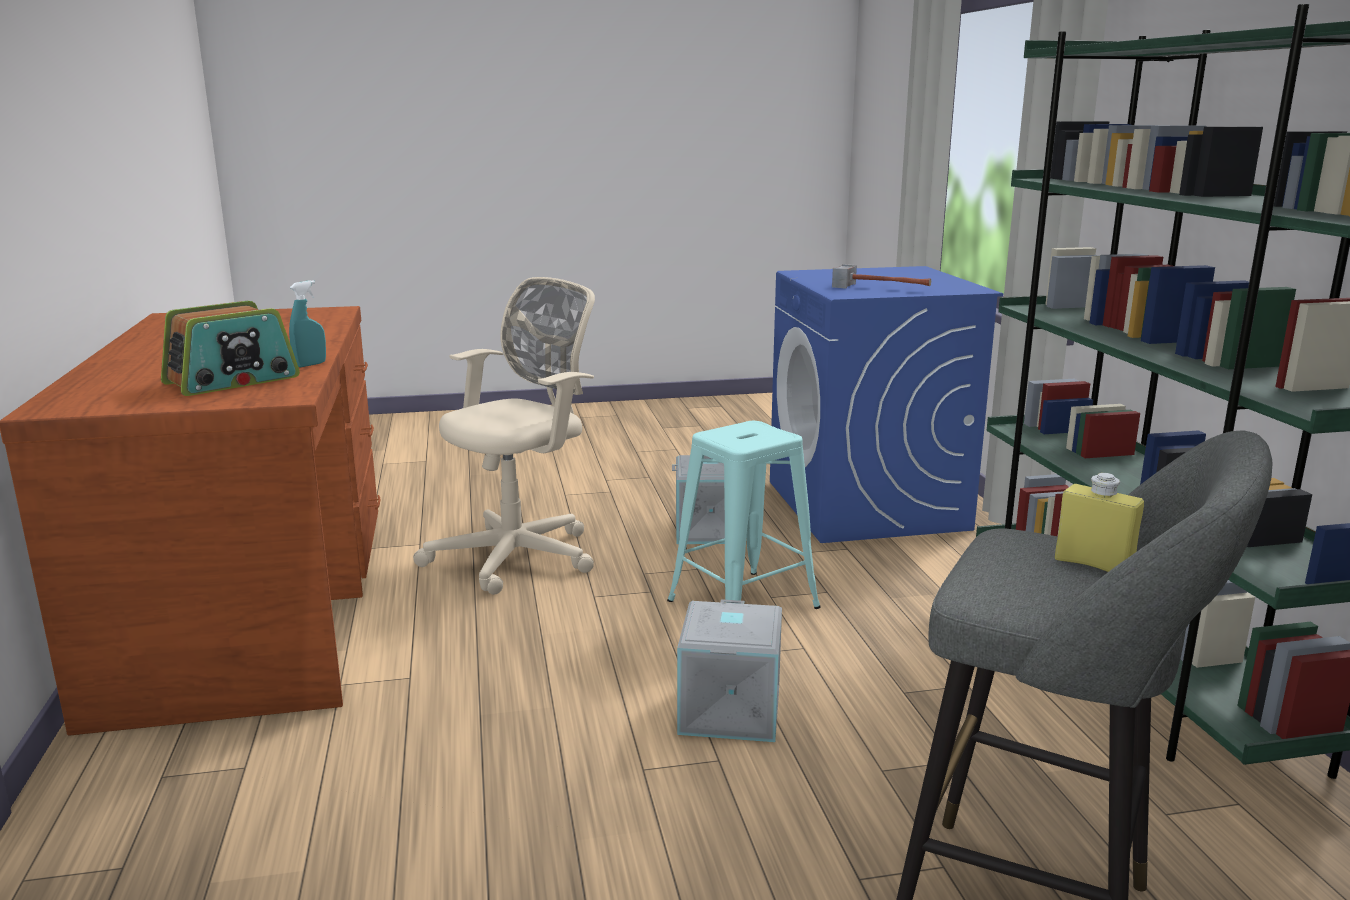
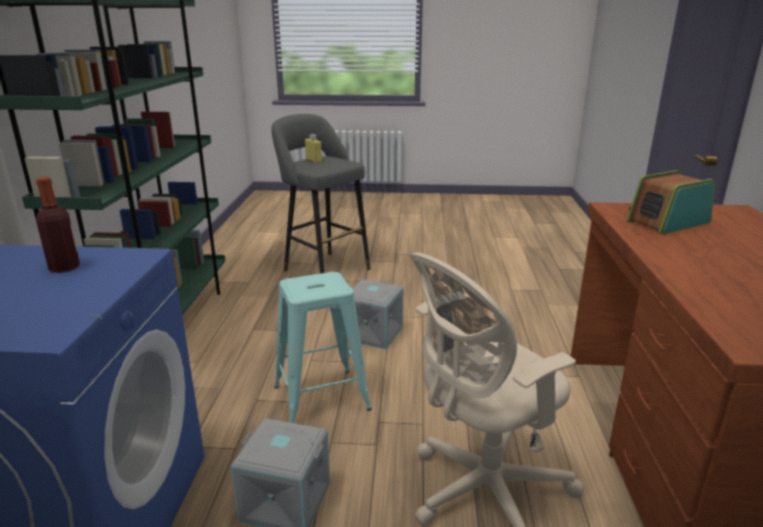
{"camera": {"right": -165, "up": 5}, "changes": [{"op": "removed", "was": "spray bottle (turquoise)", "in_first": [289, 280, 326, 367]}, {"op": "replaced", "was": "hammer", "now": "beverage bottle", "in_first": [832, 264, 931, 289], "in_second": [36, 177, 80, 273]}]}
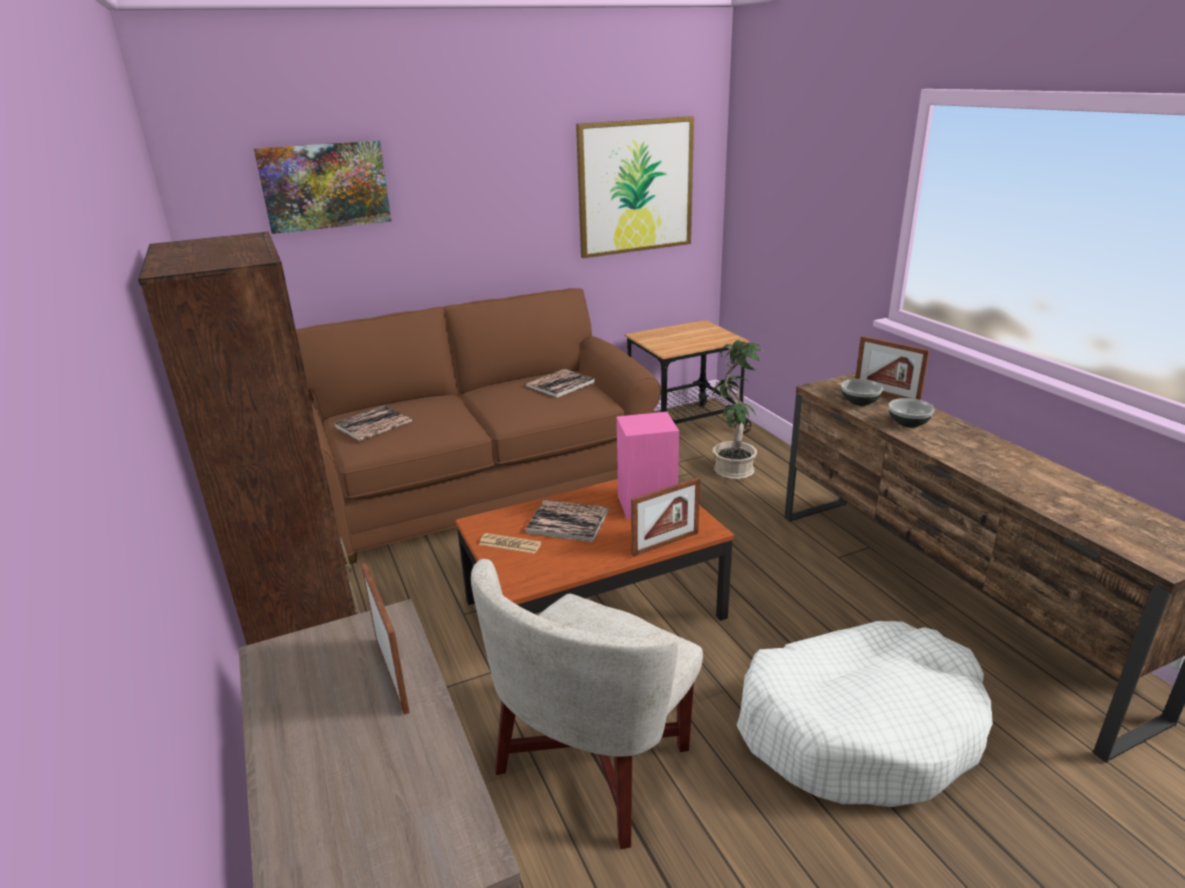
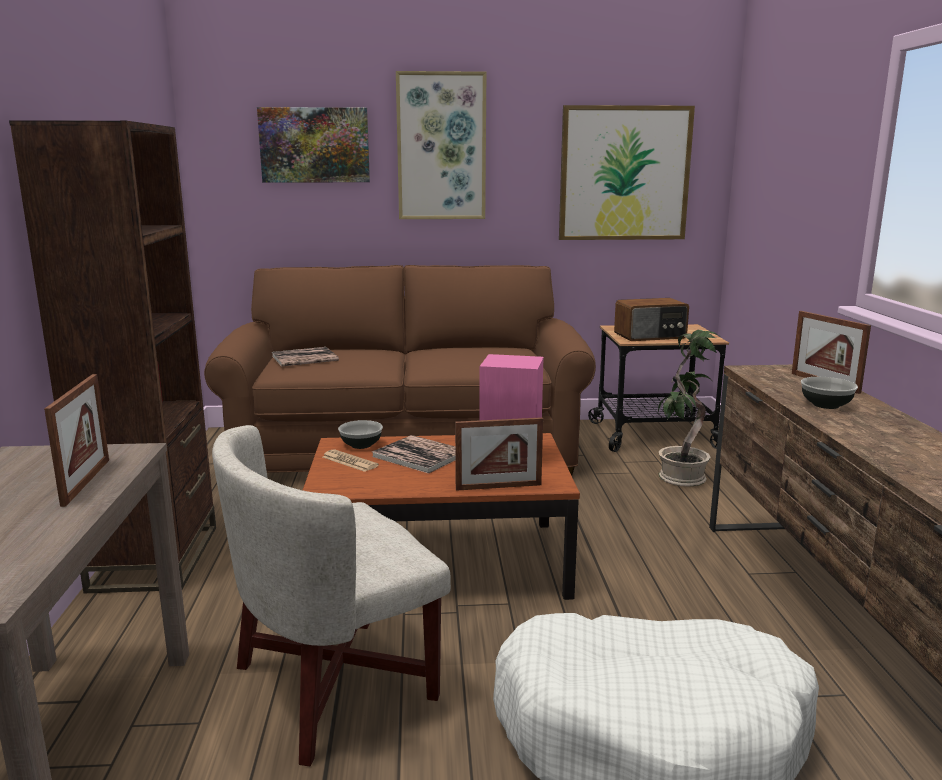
{"camera": {"right": 20, "up": -10}, "changes": [{"op": "removed", "was": "bound book", "in_first": [525, 369, 595, 398]}, {"op": "moved", "was": "bowl", "in_first": [841, 379, 884, 406], "in_second": [338, 420, 383, 449]}, {"op": "added", "now": "wall picture", "in_second": [396, 71, 487, 219]}, {"op": "added", "now": "radio", "in_second": [614, 298, 689, 341]}]}
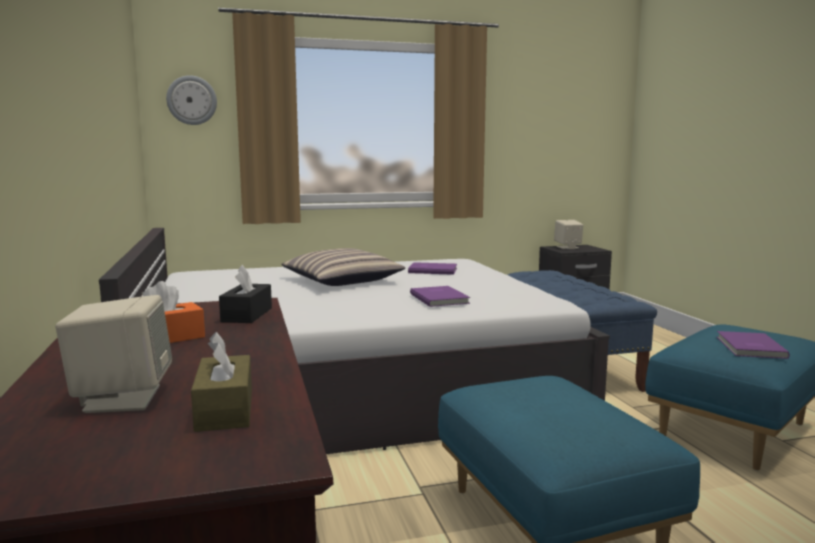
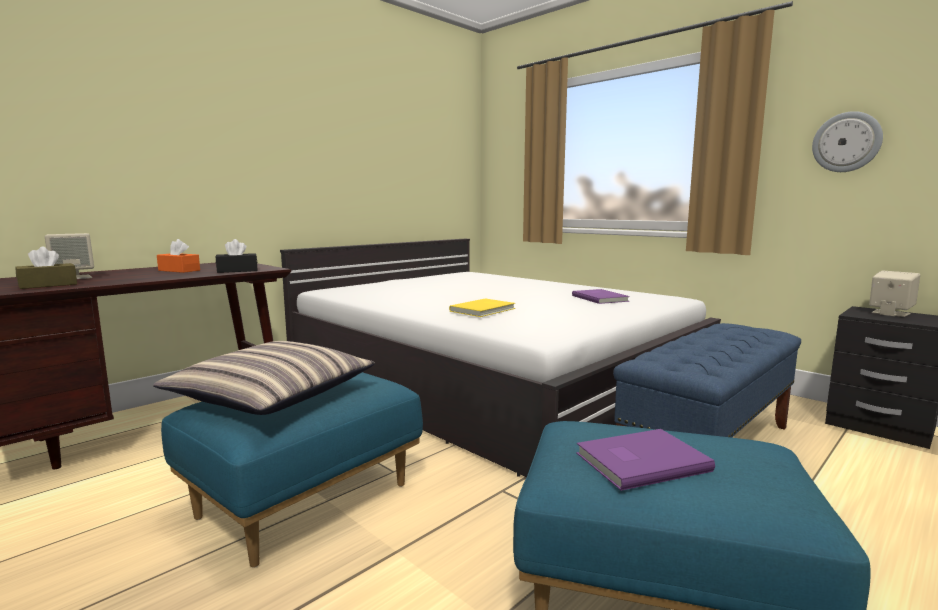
{"camera": {"right": 60, "up": 0}, "changes": [{"op": "moved", "was": "wall clock", "in_first": [166, 75, 217, 125], "in_second": [812, 111, 883, 172]}, {"op": "moved", "was": "cushion", "in_first": [282, 248, 405, 286], "in_second": [153, 341, 375, 415]}, {"op": "recoloured", "was": "bound book (purple)", "now": "bound book (yellow)", "in_first": [410, 286, 470, 307], "in_second": [449, 298, 515, 317]}]}
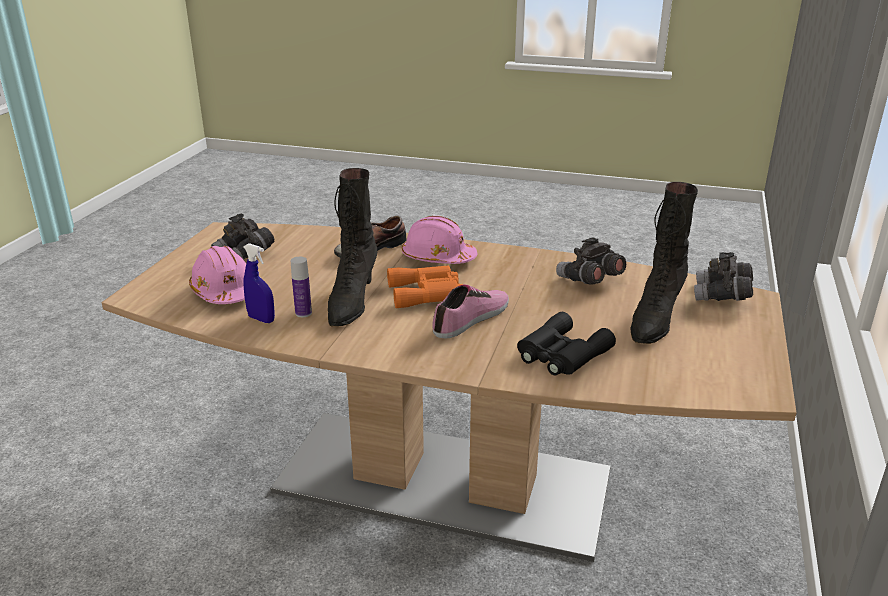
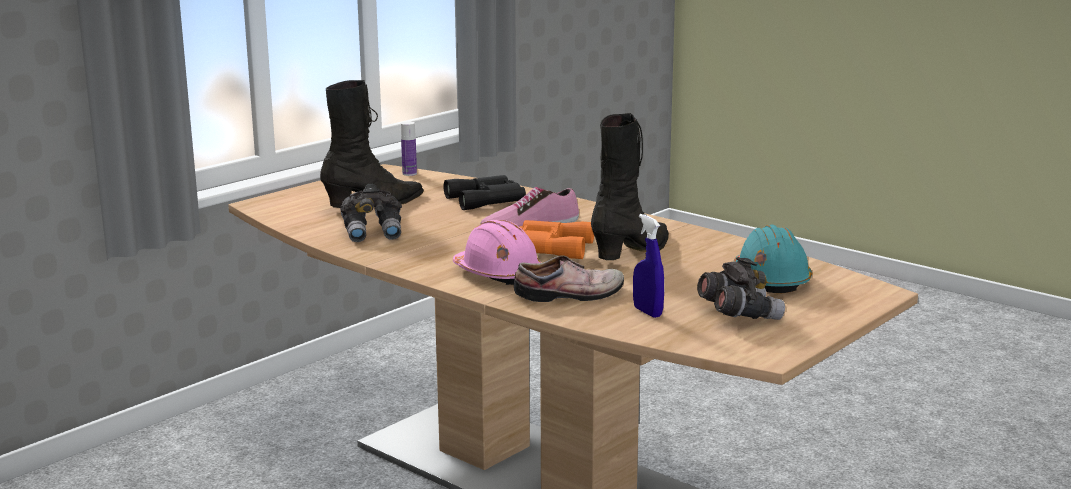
{"camera": {"right": -155, "up": -10}, "changes": [{"op": "recoloured", "was": "hard hat (pinkish)", "now": "hard hat (turquoise)", "in_first": [189, 246, 246, 304], "in_second": [734, 225, 812, 293]}, {"op": "moved", "was": "spray bottle (bluish)", "in_first": [244, 243, 275, 323], "in_second": [633, 214, 664, 318]}, {"op": "moved", "was": "beverage bottle", "in_first": [291, 257, 312, 317], "in_second": [401, 122, 417, 176]}, {"op": "removed", "was": "binoculars (grey)", "in_first": [694, 252, 753, 301]}]}
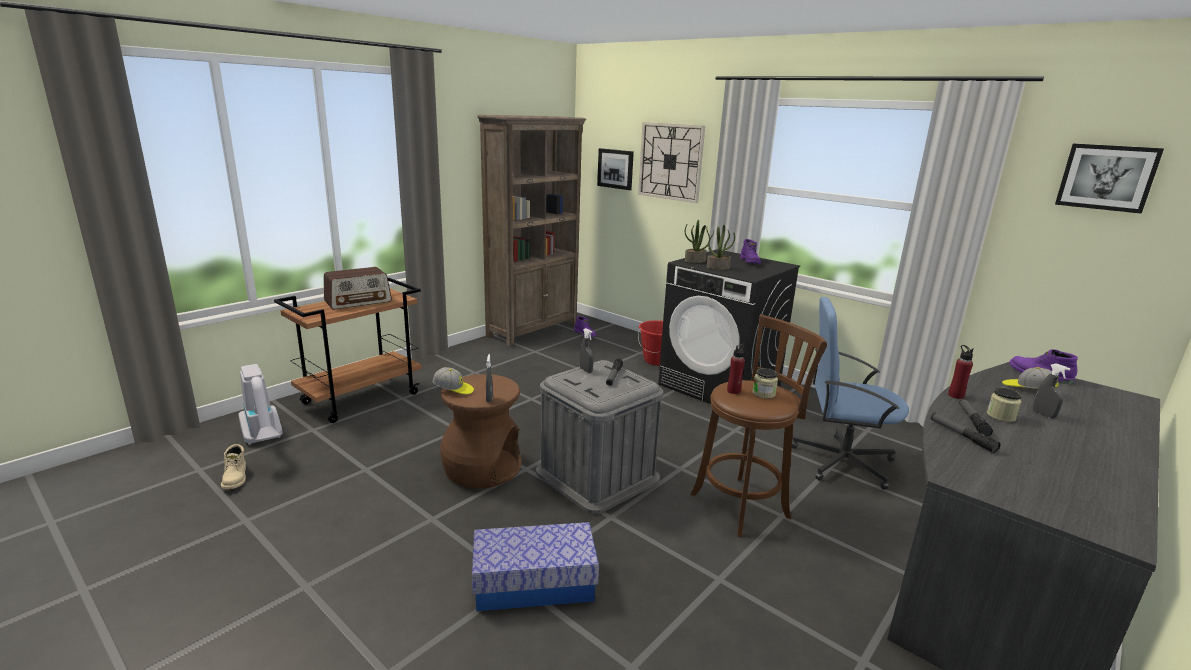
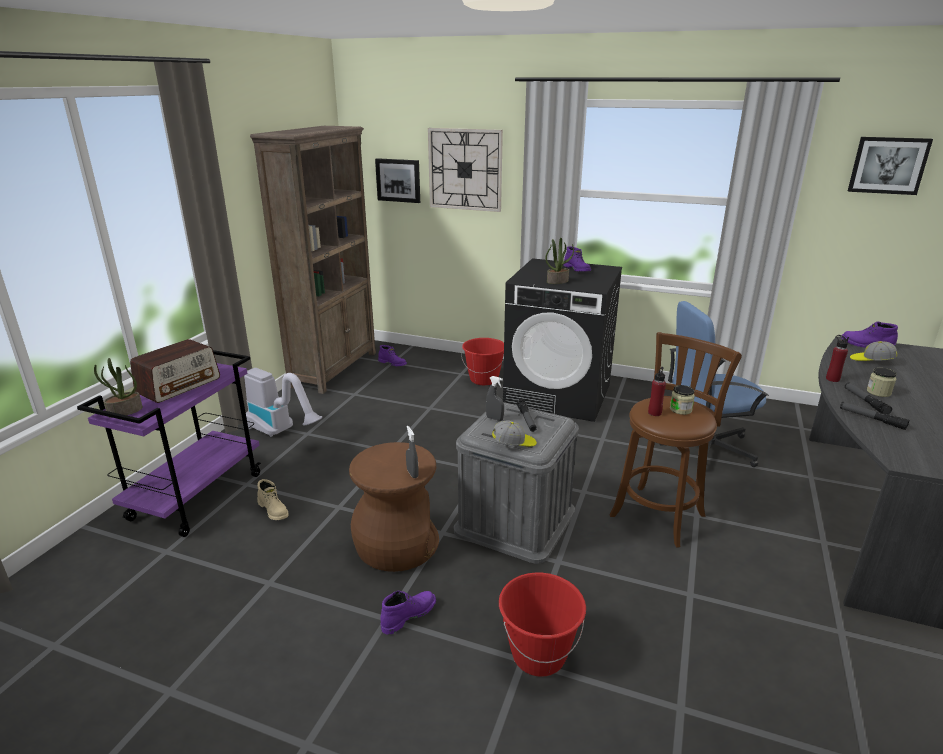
{"camera": {"right": -20, "up": 5}, "changes": [{"op": "moved", "was": "boot (beige)", "in_first": [221, 444, 246, 489], "in_second": [257, 479, 288, 520]}, {"op": "moved", "was": "vacuum cleaner", "in_first": [238, 364, 283, 445], "in_second": [244, 368, 322, 437]}, {"op": "recoloured", "was": "trolley (brown-coloured)", "now": "trolley (purple)", "in_first": [274, 278, 422, 423], "in_second": [77, 350, 261, 537]}, {"op": "moved", "was": "baseball cap", "in_first": [432, 367, 474, 394], "in_second": [492, 421, 537, 447]}, {"op": "replaced", "was": "storage container", "now": "pail (reddish)", "in_first": [472, 522, 599, 611], "in_second": [499, 573, 586, 677]}, {"op": "moved", "was": "potted plant", "in_first": [685, 220, 710, 263], "in_second": [94, 358, 143, 418]}, {"op": "removed", "was": "spray bottle (grey)", "in_first": [1033, 363, 1070, 418]}, {"op": "added", "now": "boot (purple)", "in_second": [380, 591, 436, 635]}]}
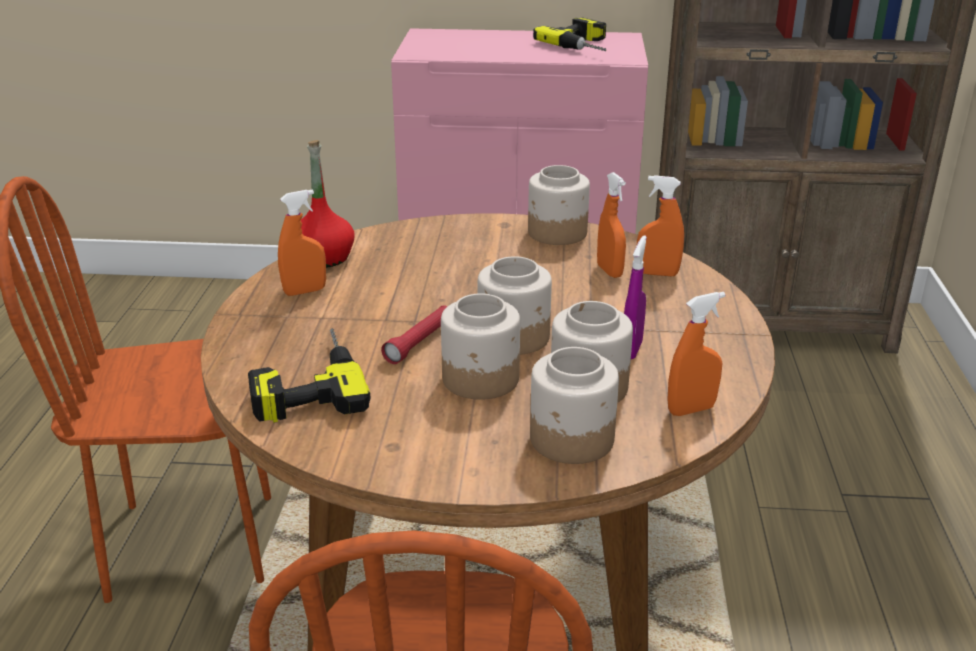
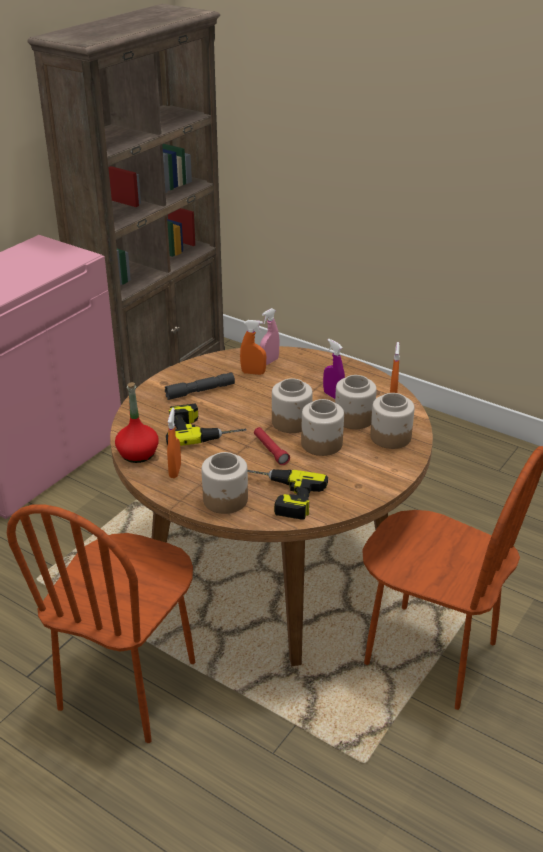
{"camera": {"right": -60, "up": 5}, "changes": [{"op": "moved", "was": "storage jar", "in_first": [528, 165, 590, 245], "in_second": [202, 452, 248, 514]}, {"op": "moved", "was": "drill", "in_first": [533, 18, 607, 51], "in_second": [166, 403, 247, 446]}, {"op": "recoloured", "was": "spray bottle (orangey)", "now": "spray bottle (pinkish)", "in_first": [637, 175, 684, 276], "in_second": [260, 308, 279, 365]}, {"op": "added", "now": "torch (grey)", "in_second": [165, 373, 235, 400]}]}
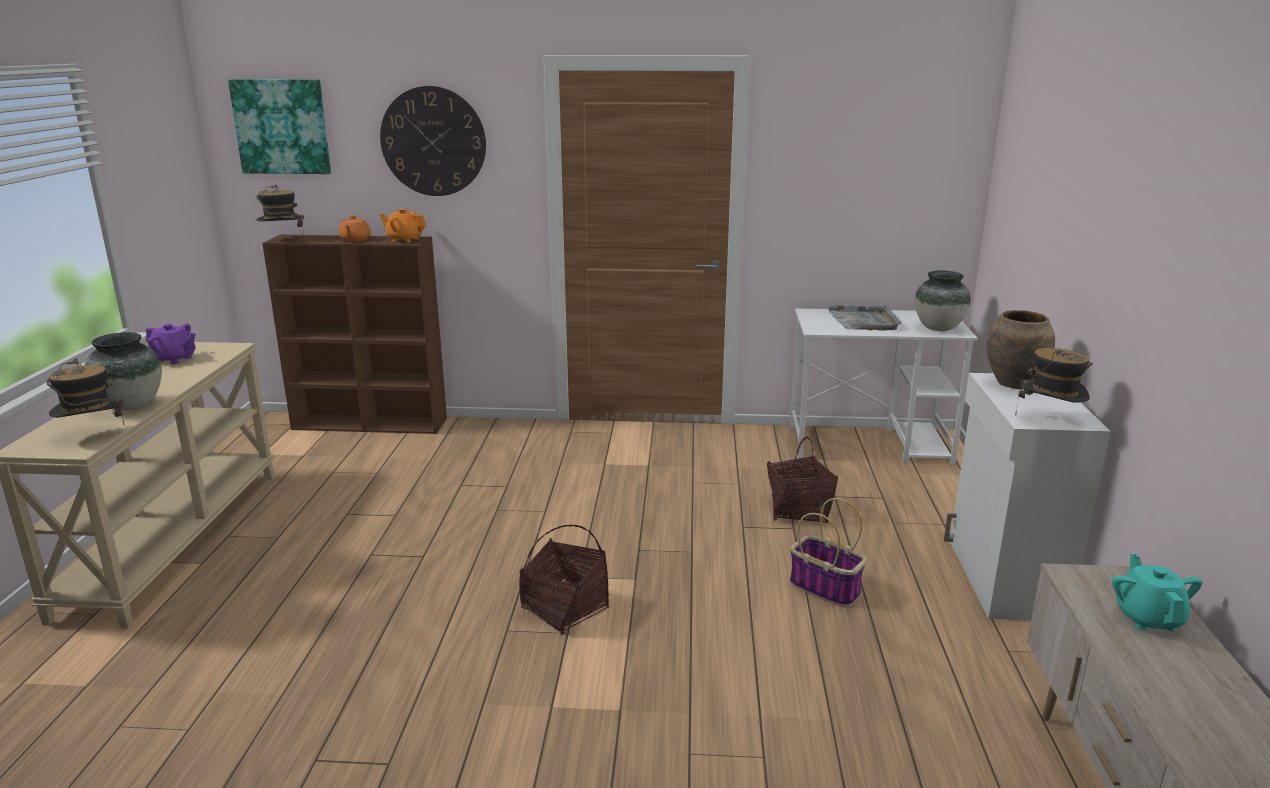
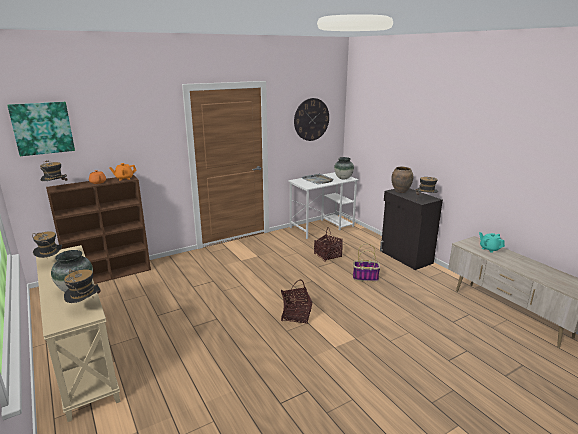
{"camera": {"right": -35, "up": 0}, "changes": [{"op": "replaced", "was": "pot for tea (purple)", "now": "wearable hat", "in_first": [146, 324, 196, 364], "in_second": [32, 231, 62, 259]}, {"op": "moved", "was": "wall clock", "in_first": [380, 86, 486, 196], "in_second": [294, 98, 329, 141]}, {"op": "recoloured", "was": "cupboard (whitish)", "now": "cupboard (blackish)", "in_first": [944, 373, 1111, 620], "in_second": [380, 188, 443, 270]}]}
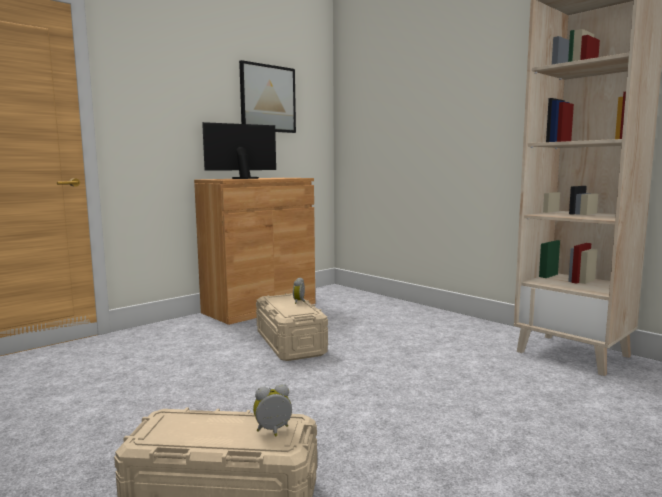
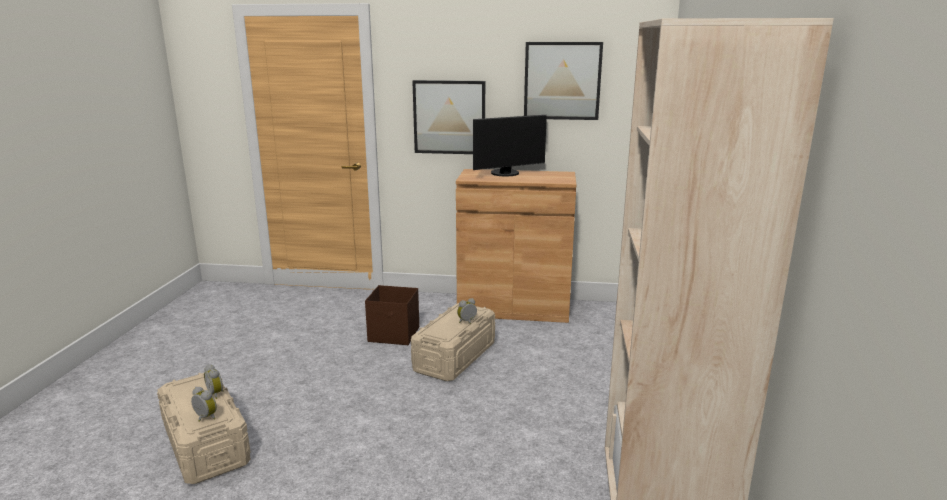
{"camera": {"right": 50, "up": 10}, "changes": [{"op": "turned", "was": "computer screen", "in_first": [202, 122, 276, 179], "in_second": [473, 115, 547, 176], "clockwise": 135}, {"op": "added", "now": "bedside clock", "in_second": [204, 364, 224, 399]}, {"op": "added", "now": "storage container (brown-coloured)", "in_second": [365, 285, 419, 345]}, {"op": "added", "now": "wall picture", "in_second": [412, 80, 485, 154]}]}
